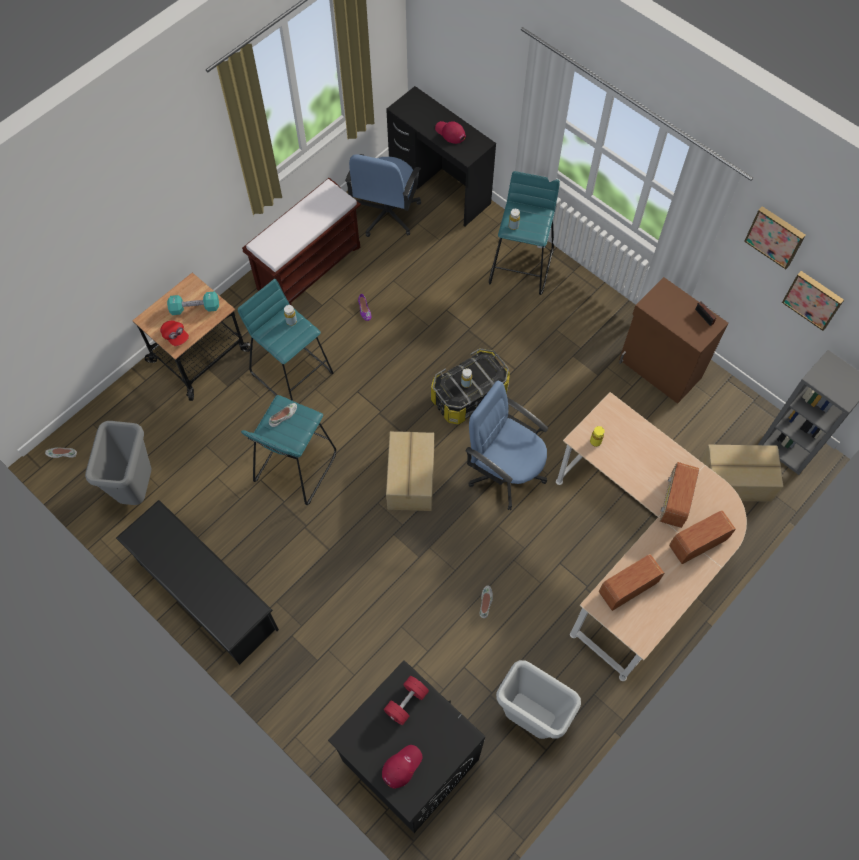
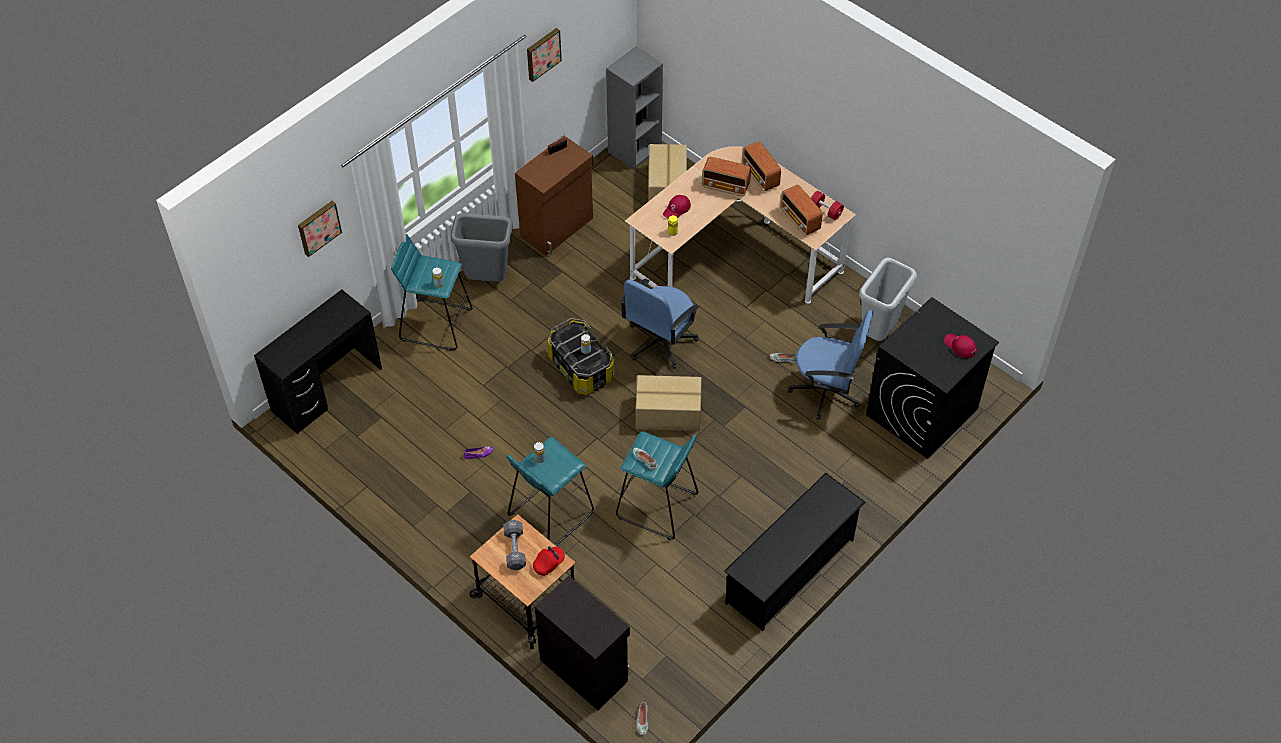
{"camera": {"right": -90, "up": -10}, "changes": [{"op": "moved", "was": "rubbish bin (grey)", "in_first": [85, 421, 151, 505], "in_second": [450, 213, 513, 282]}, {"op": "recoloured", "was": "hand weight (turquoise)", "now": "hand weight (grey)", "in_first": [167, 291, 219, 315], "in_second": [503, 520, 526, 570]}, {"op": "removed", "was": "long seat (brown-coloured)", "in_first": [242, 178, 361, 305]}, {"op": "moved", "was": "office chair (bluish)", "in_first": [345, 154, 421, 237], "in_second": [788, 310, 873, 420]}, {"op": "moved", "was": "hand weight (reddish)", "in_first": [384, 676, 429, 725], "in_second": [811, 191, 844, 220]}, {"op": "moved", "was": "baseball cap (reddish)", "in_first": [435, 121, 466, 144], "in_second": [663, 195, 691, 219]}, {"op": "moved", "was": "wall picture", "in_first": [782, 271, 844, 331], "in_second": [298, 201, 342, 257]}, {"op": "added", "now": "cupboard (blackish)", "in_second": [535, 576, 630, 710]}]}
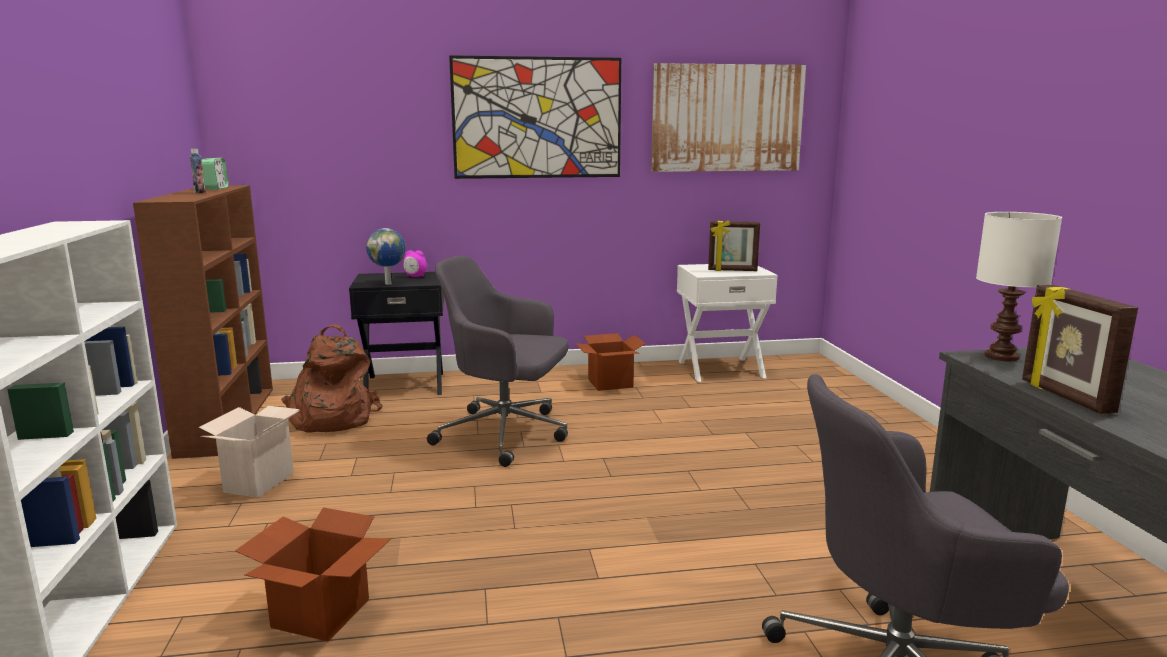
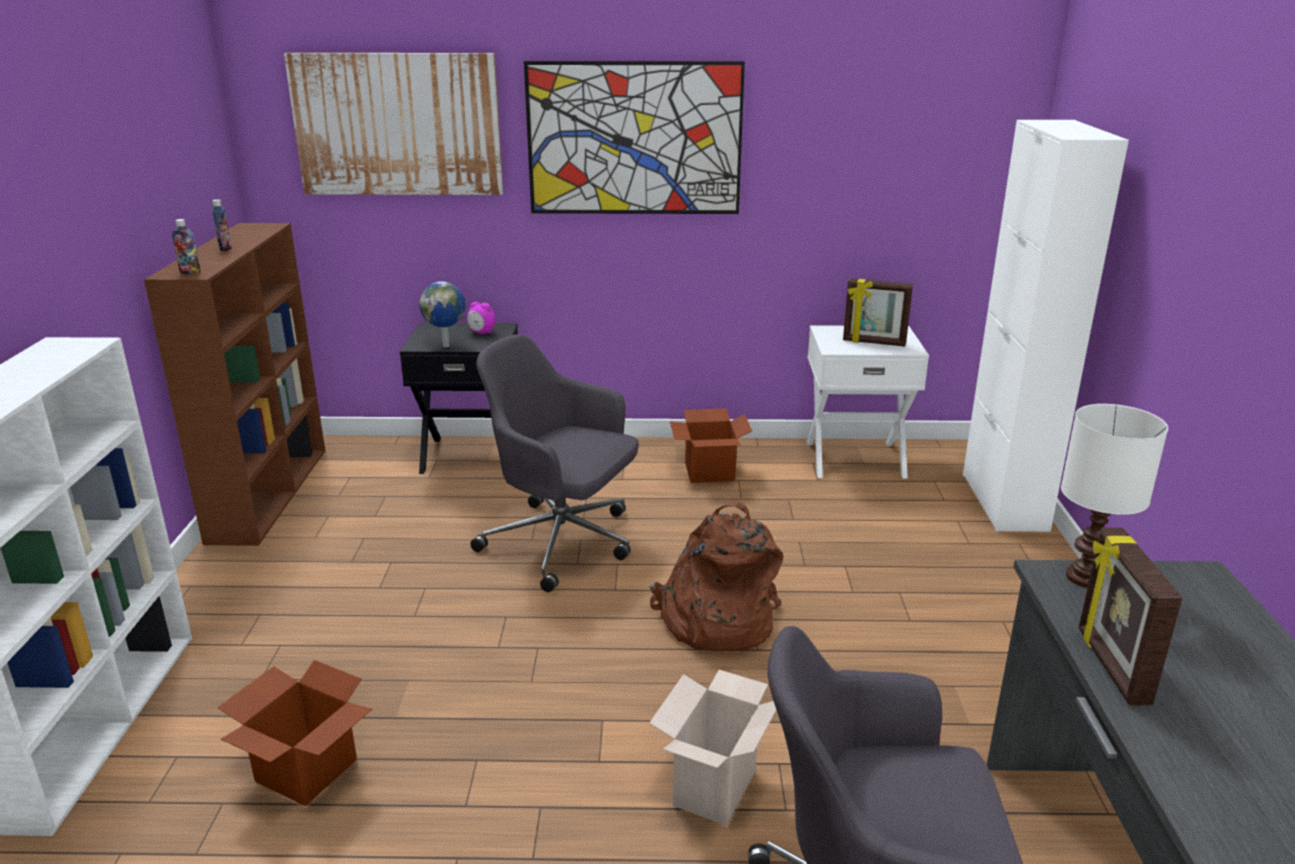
{"camera": {"right": 10, "up": 10}, "changes": [{"op": "moved", "was": "packing box", "in_first": [199, 406, 300, 498], "in_second": [649, 670, 776, 826]}, {"op": "removed", "was": "bedside clock", "in_first": [202, 158, 229, 190]}, {"op": "moved", "was": "knapsack (brown-coloured)", "in_first": [281, 324, 382, 433], "in_second": [649, 502, 783, 651]}, {"op": "moved", "was": "wall picture", "in_first": [651, 63, 806, 172], "in_second": [284, 53, 503, 195]}, {"op": "added", "now": "beverage bottle", "in_second": [172, 219, 200, 274]}, {"op": "added", "now": "cupboard (whitish)", "in_second": [963, 120, 1129, 532]}]}
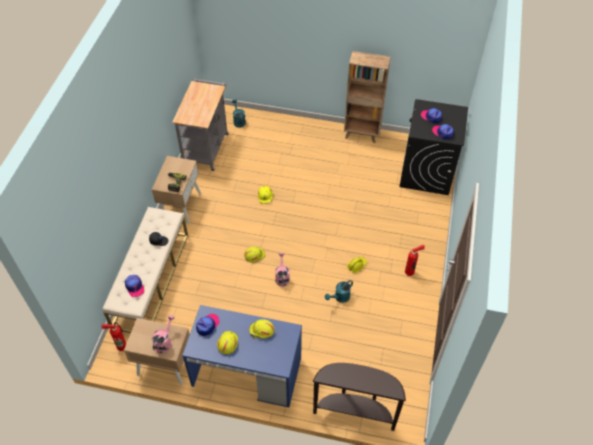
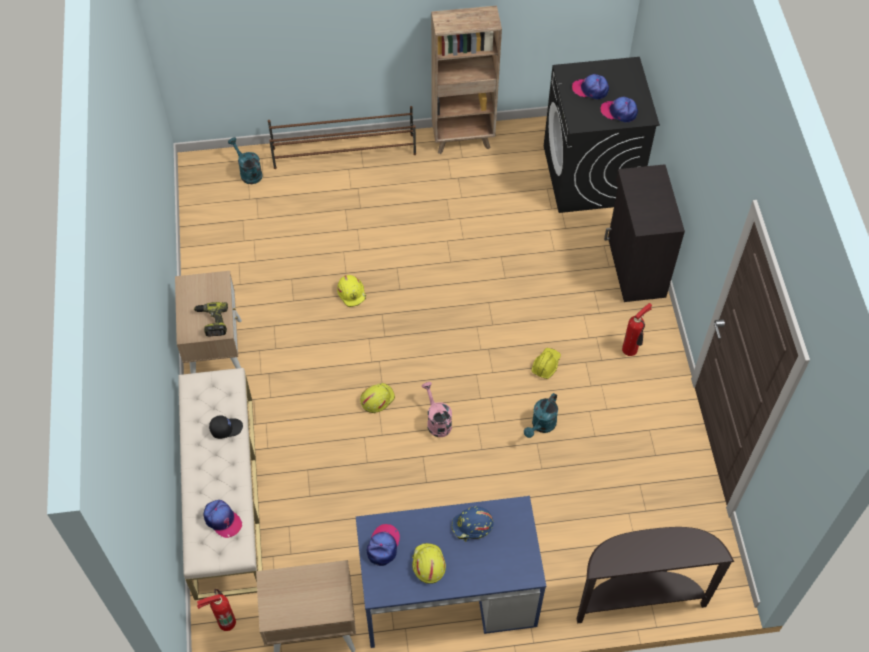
{"camera": {"right": -20, "up": 5}, "changes": [{"op": "removed", "was": "watering pot (pinkish)", "in_first": [152, 315, 175, 354]}, {"op": "removed", "was": "trolley (grey)", "in_first": [172, 78, 229, 171]}, {"op": "recoloured", "was": "hard hat (yellow)", "now": "hard hat (bluish)", "in_first": [249, 319, 275, 339], "in_second": [452, 507, 494, 542]}, {"op": "added", "now": "shoe stand (brown-coloured)", "in_second": [268, 106, 416, 169]}, {"op": "added", "now": "cupboard (blackish)", "in_second": [604, 164, 685, 302]}]}
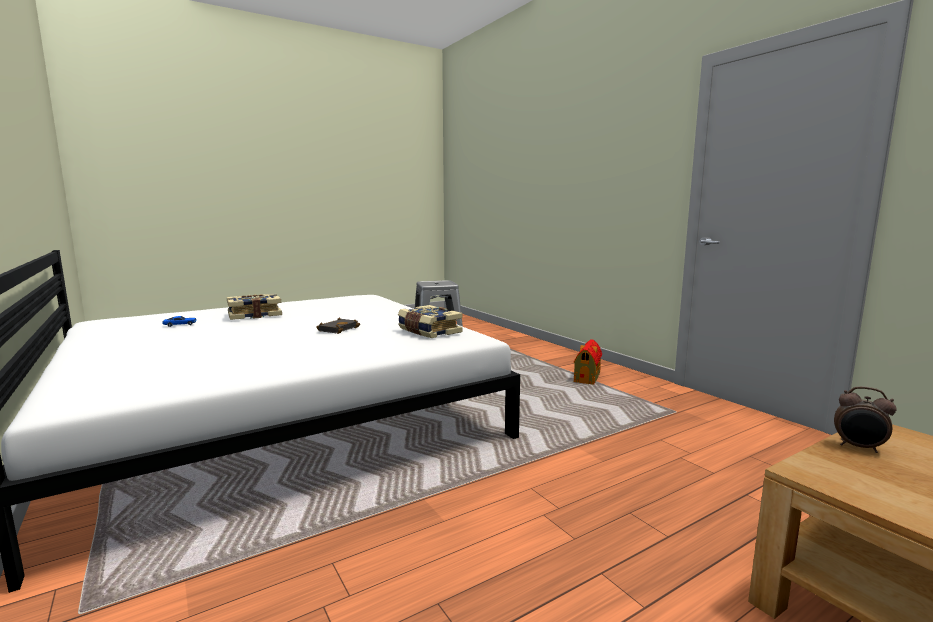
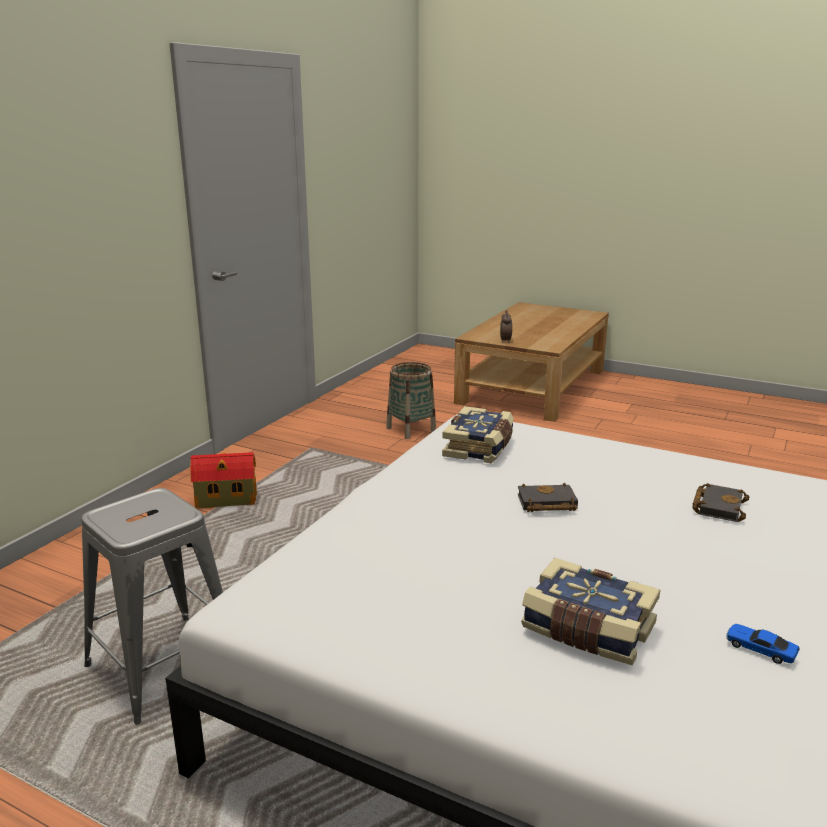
{"camera": {"right": -120, "up": 10}, "changes": [{"op": "added", "now": "household basket", "in_second": [386, 362, 436, 439]}, {"op": "added", "now": "bound book (blackish)", "in_second": [692, 483, 749, 522]}]}
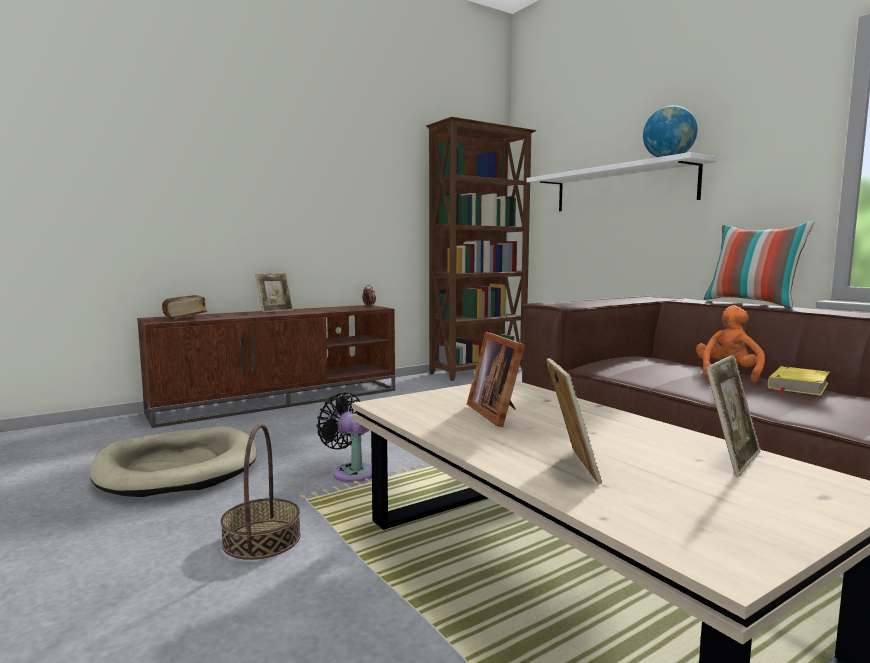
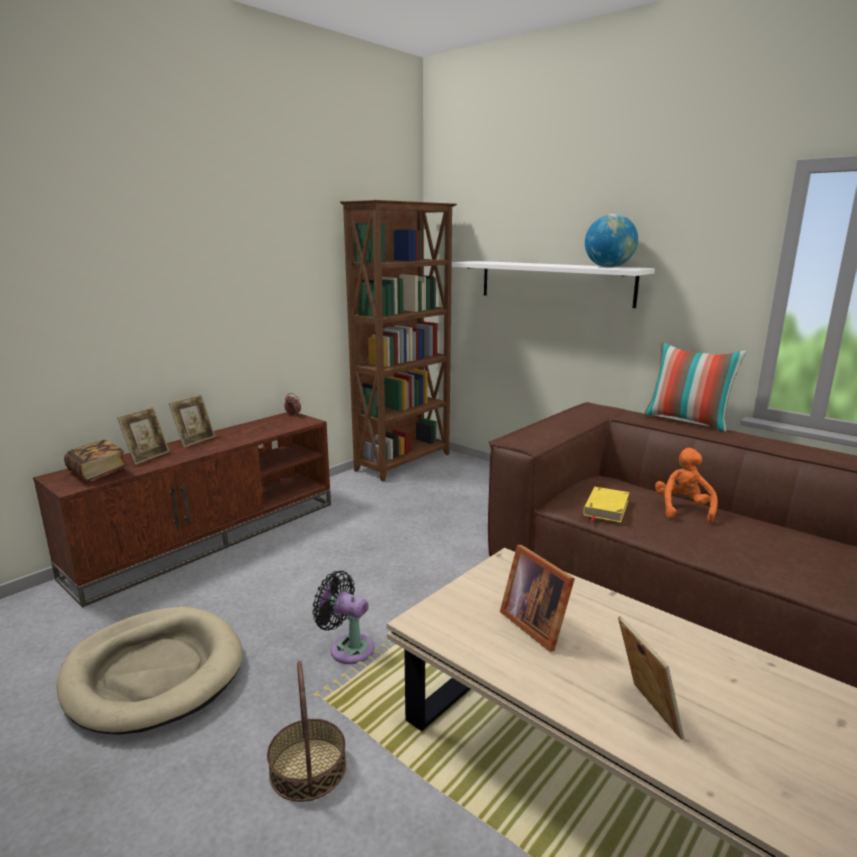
{"camera": {"right": -15, "up": 10}, "changes": [{"op": "moved", "was": "standing frame", "in_first": [706, 355, 761, 476], "in_second": [117, 407, 170, 465]}, {"op": "moved", "was": "bound book (yellow)", "in_first": [768, 366, 829, 396], "in_second": [583, 487, 630, 522]}]}
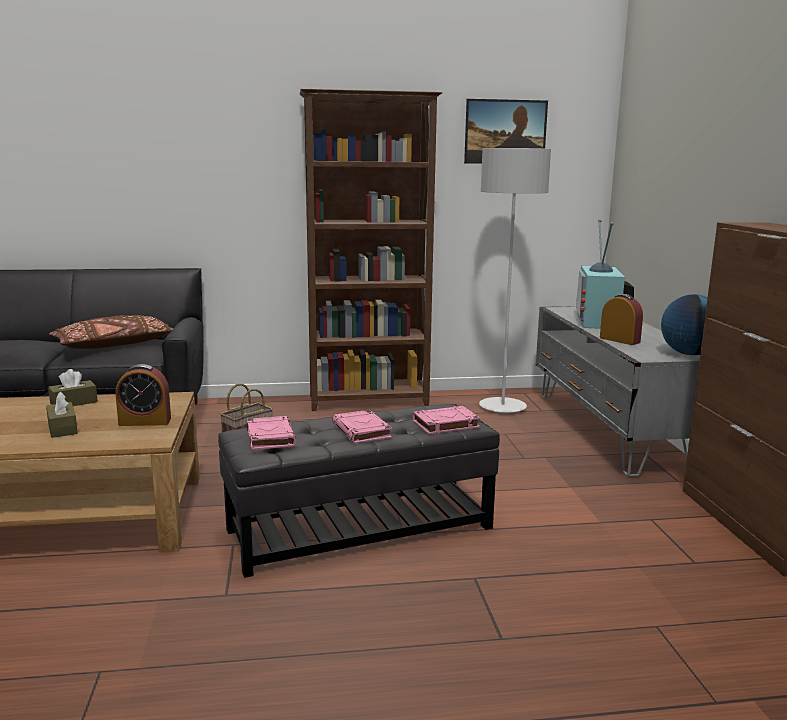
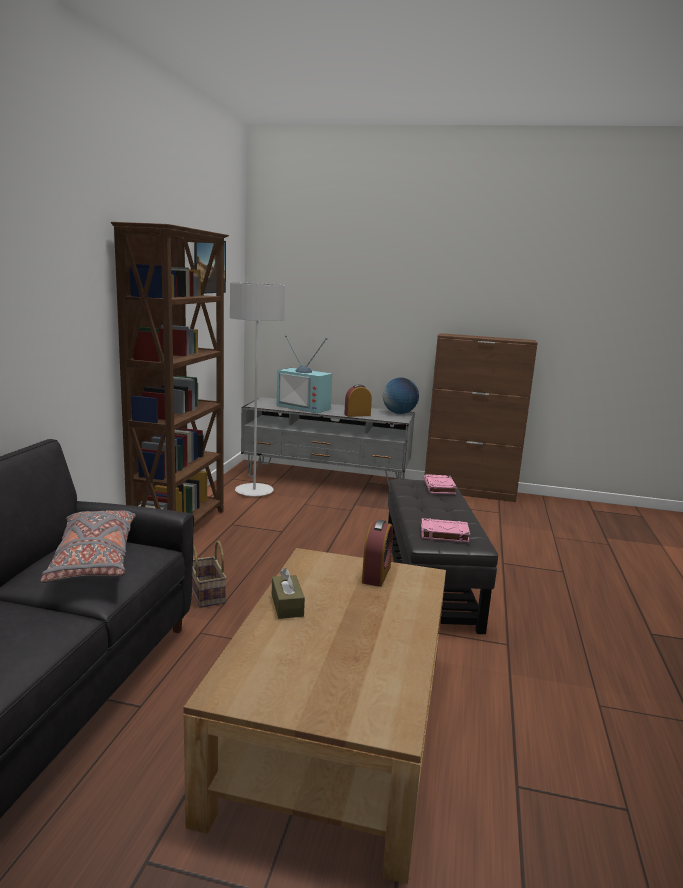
{"camera": {"right": -70, "up": 0}, "changes": [{"op": "removed", "was": "tissue box (brown-coloured)", "in_first": [46, 392, 78, 438]}, {"op": "recoloured", "was": "cushion (brown-coloured)", "now": "cushion (grey)", "in_first": [49, 315, 173, 349], "in_second": [41, 510, 136, 583]}, {"op": "removed", "was": "bound book (pinkish)", "in_first": [332, 410, 392, 444]}]}
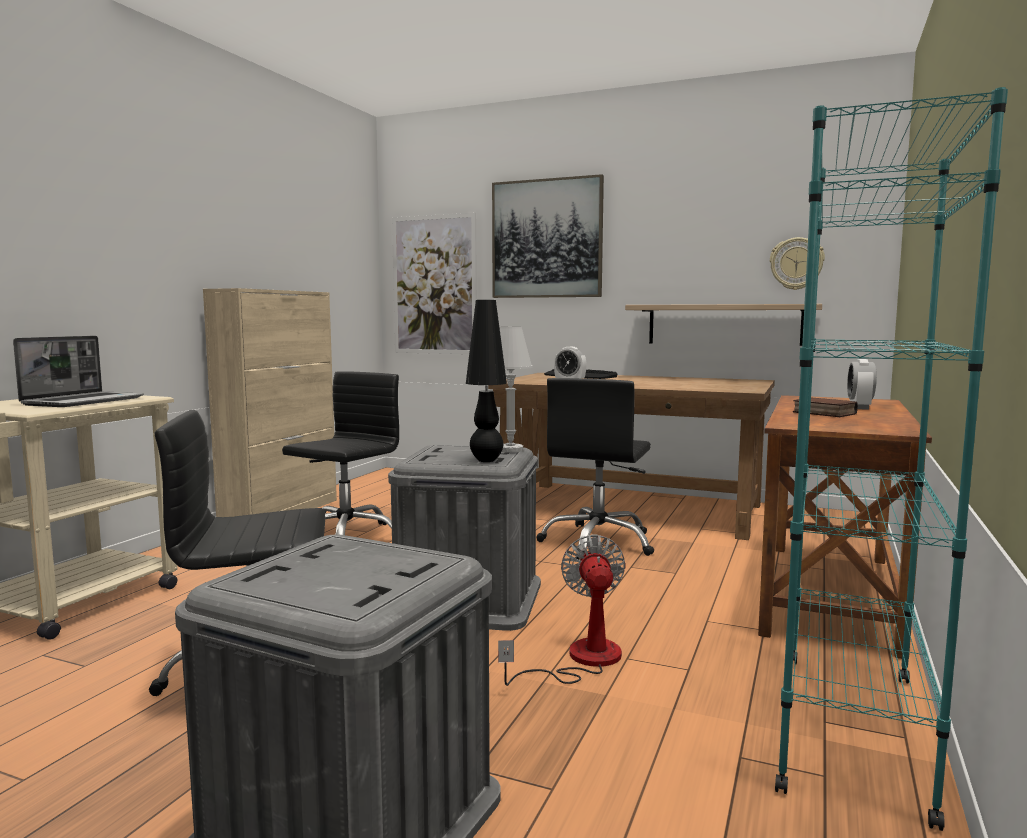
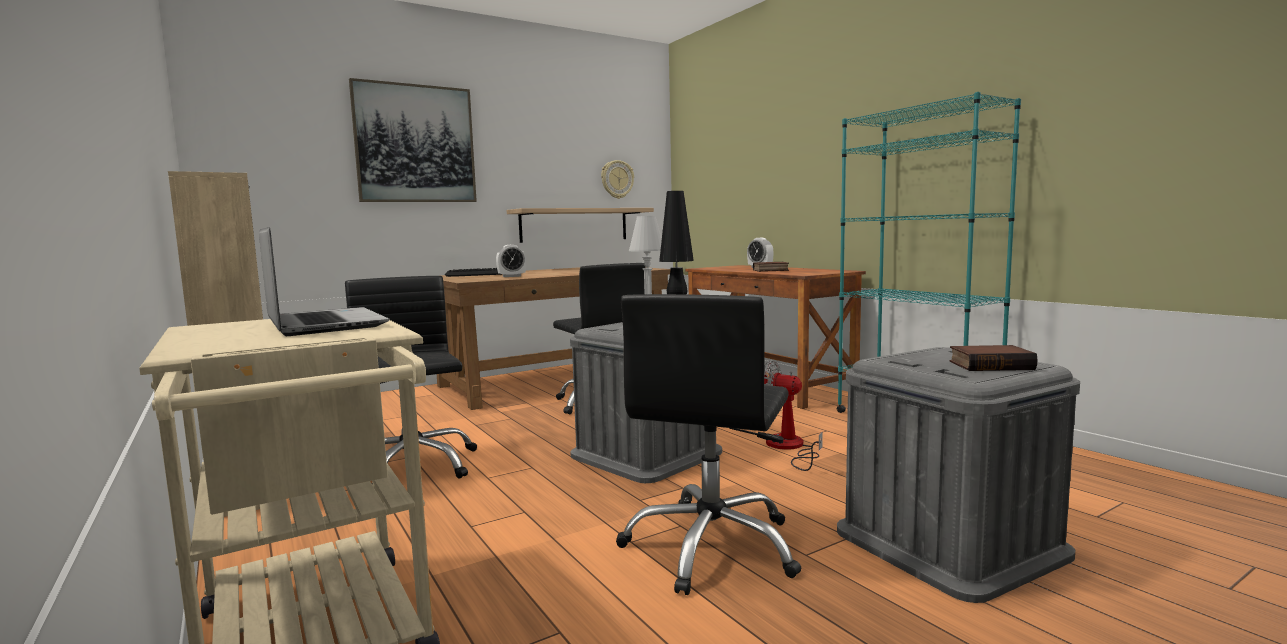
{"camera": {"right": -55, "up": 0}, "changes": [{"op": "removed", "was": "wall picture", "in_first": [392, 213, 477, 354]}, {"op": "added", "now": "bound book", "in_second": [949, 345, 1038, 371]}]}
